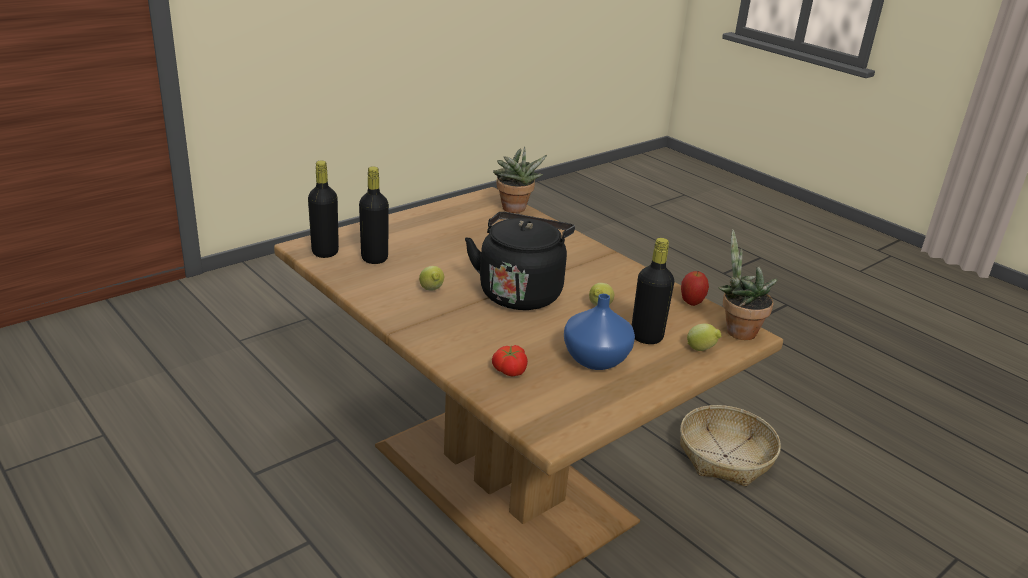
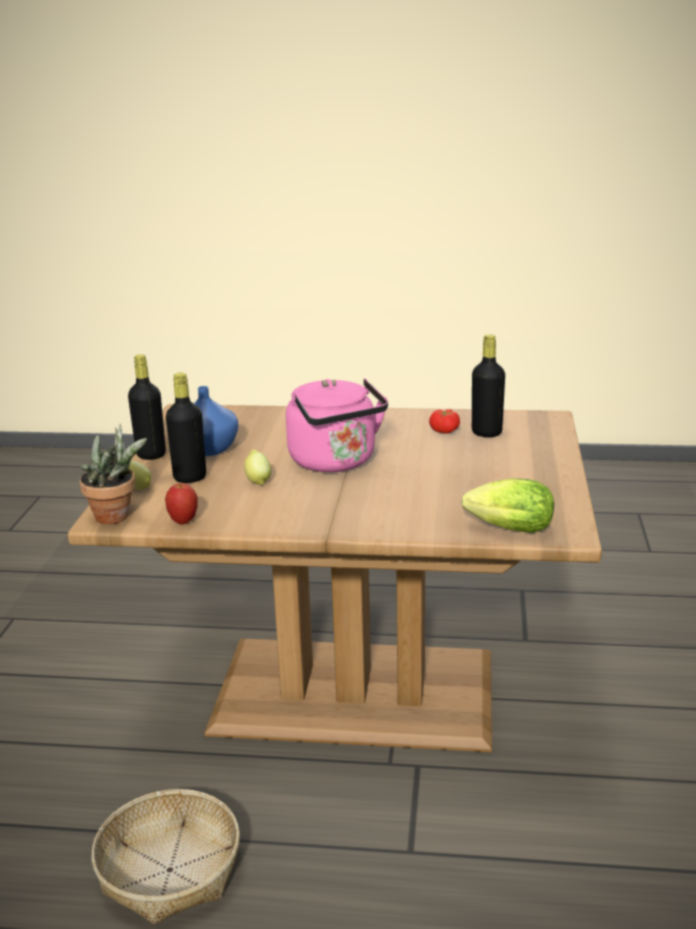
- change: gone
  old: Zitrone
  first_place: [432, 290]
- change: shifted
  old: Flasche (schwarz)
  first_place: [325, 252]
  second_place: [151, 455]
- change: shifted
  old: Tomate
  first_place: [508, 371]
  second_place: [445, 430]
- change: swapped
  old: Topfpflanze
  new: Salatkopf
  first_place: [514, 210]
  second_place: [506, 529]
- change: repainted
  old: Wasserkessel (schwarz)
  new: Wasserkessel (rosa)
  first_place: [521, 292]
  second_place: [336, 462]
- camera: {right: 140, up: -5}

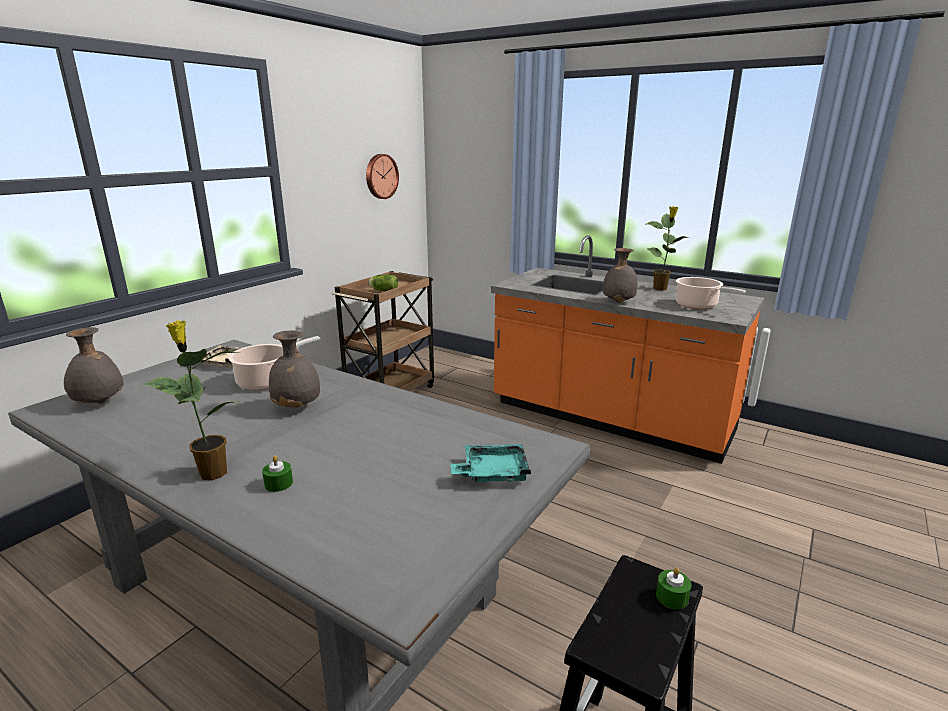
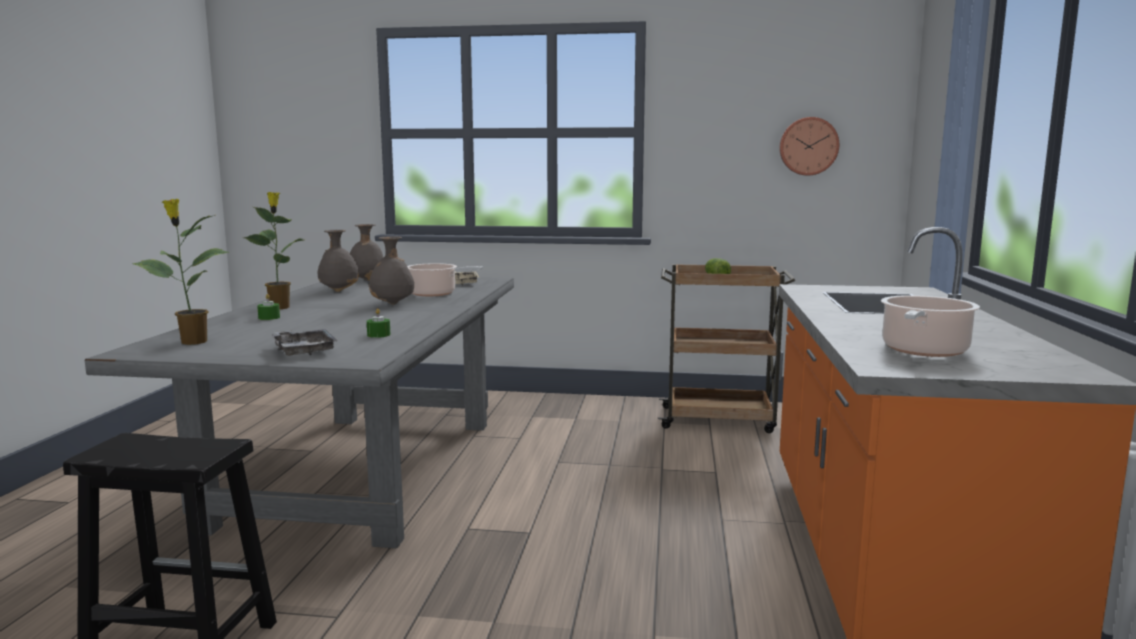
- change: shifted
  old: Vase (grau)
  first_place: [617, 302]
  second_place: [339, 291]
- change: shifted
  old: Topfpflanze
  first_place: [660, 289]
  second_place: [192, 342]
- change: shifted
  old: Kerze (grün)
  first_place: [672, 597]
  second_place: [378, 335]
- change: repainted
  old: Tablett (türkis)
  new: Tablett (grau)
  first_place: [492, 472]
  second_place: [303, 351]
- camera: {right: 65, up: -10}

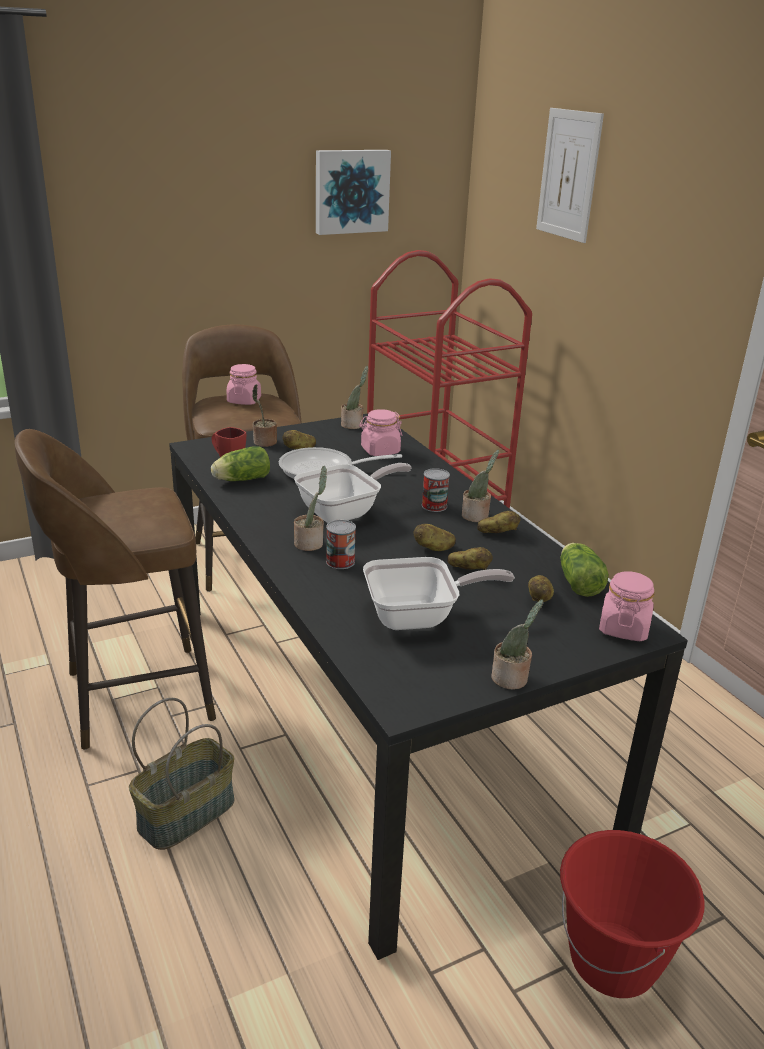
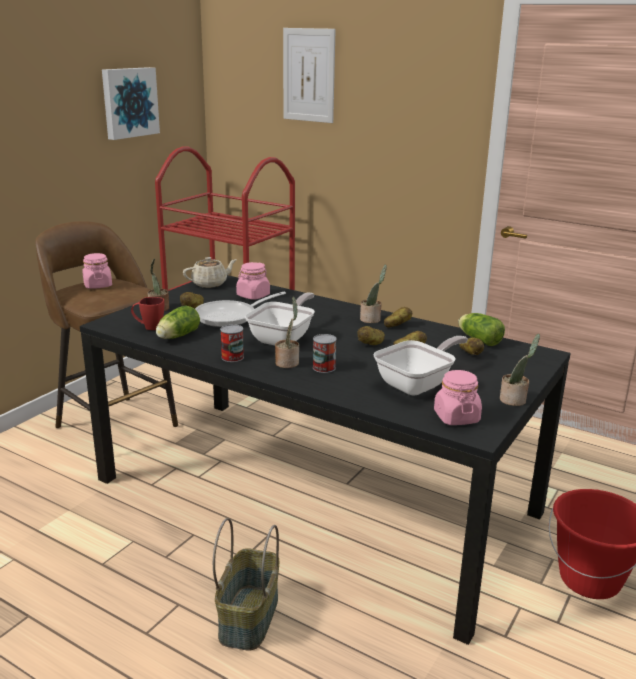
- change: gone
  old: Hocker (braun)
  first_place: [134, 697]
- change: shifted
  old: Dose
  first_place: [434, 506]
  second_place: [232, 357]
- change: shifted
  old: Vorratsglas (rosa)
  first_place: [623, 628]
  second_place: [456, 417]
- change: swapped
  old: Topfpflanze
  new: Teekanne (beige)
  first_place: [353, 425]
  second_place: [210, 284]
- camera: {right: -30, up: -5}

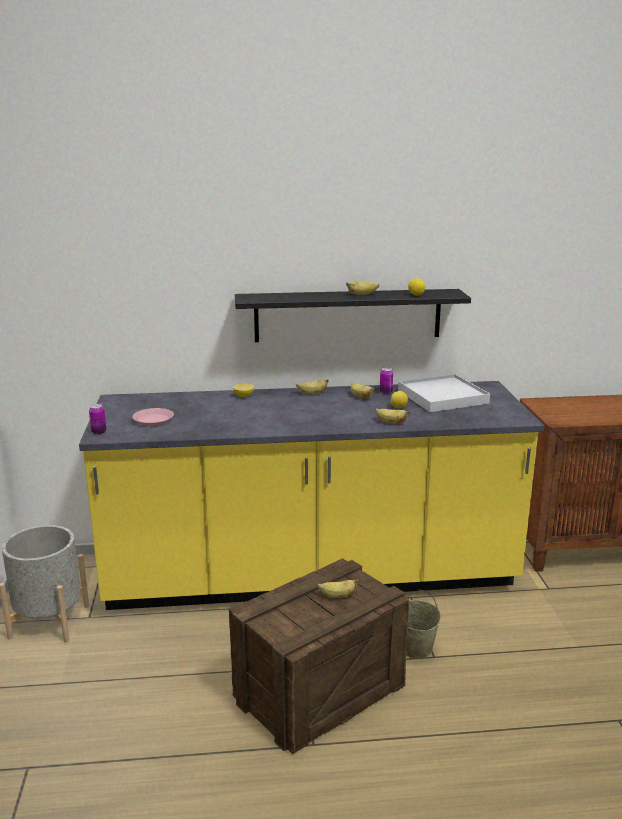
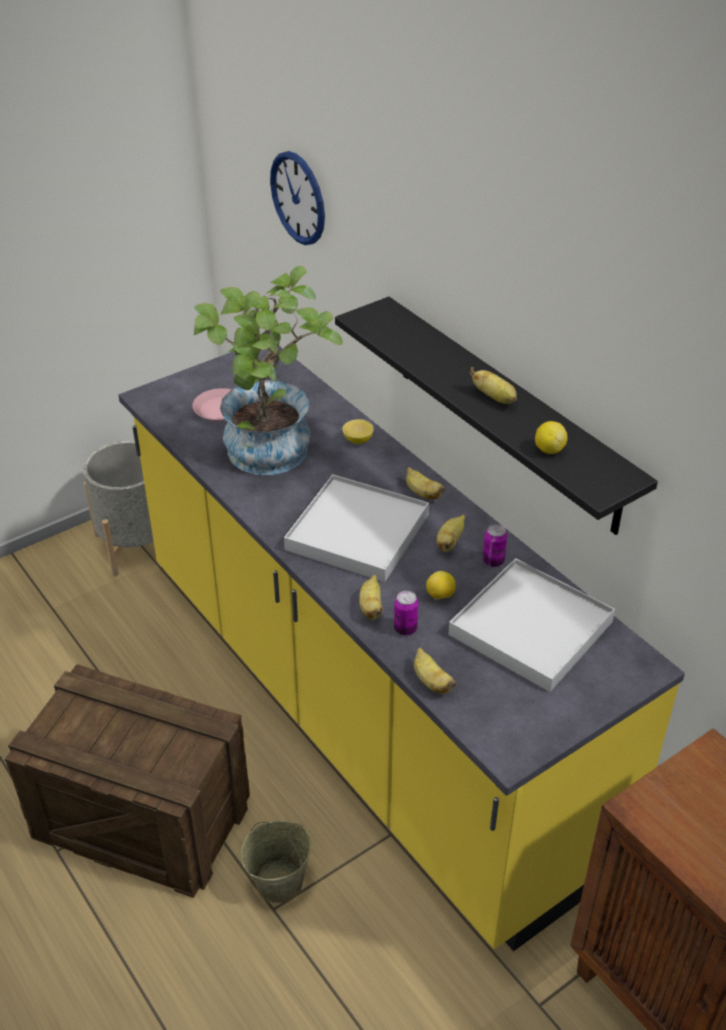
- change: new
  new: Topfpflanze
  second_place: [271, 458]
- change: new
  new: Wanduhr
  second_place: [298, 198]
- change: new
  new: Tablett (weiß)
  second_place: [357, 532]
- change: shifted
  old: Dose
  first_place: [98, 432]
  second_place: [405, 629]
- change: shifted
  old: Banane
  first_place: [337, 596]
  second_place: [431, 681]
- camera: {right: 60, up: 20}

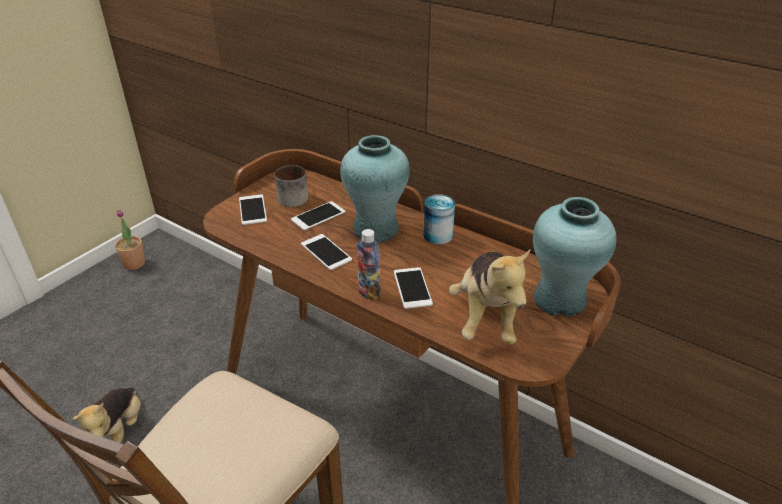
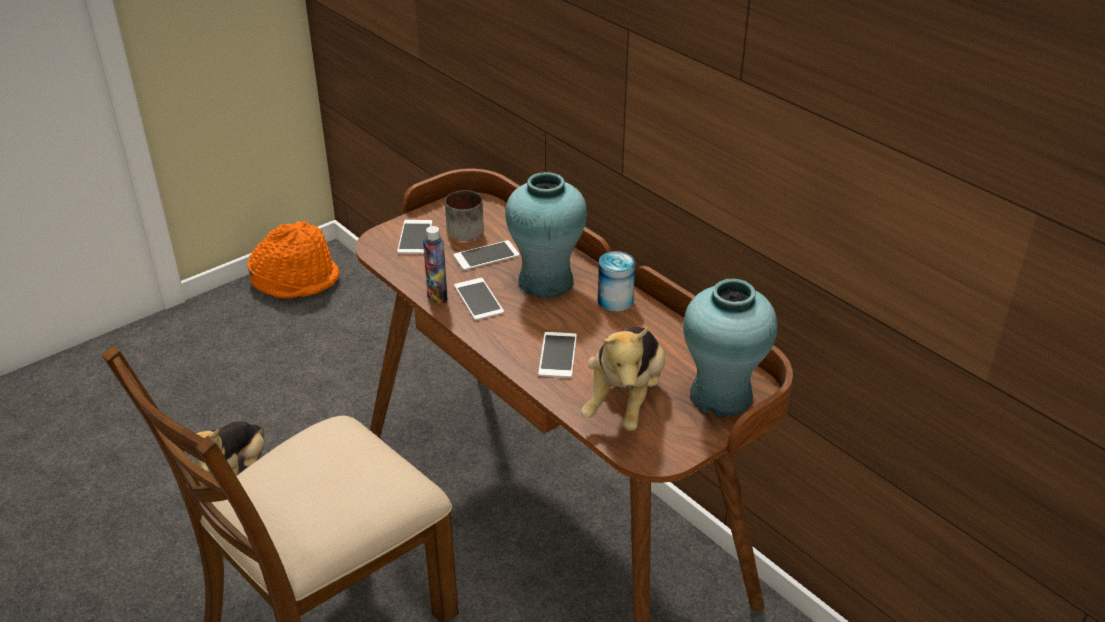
- change: shifted
  old: Flasche
  first_place: [369, 292]
  second_place: [437, 296]
- change: swapped
  old: Topfpflanze
  new: Hut (orange)
  first_place: [134, 263]
  second_place: [296, 279]
- camera: {right: 15, up: 0}

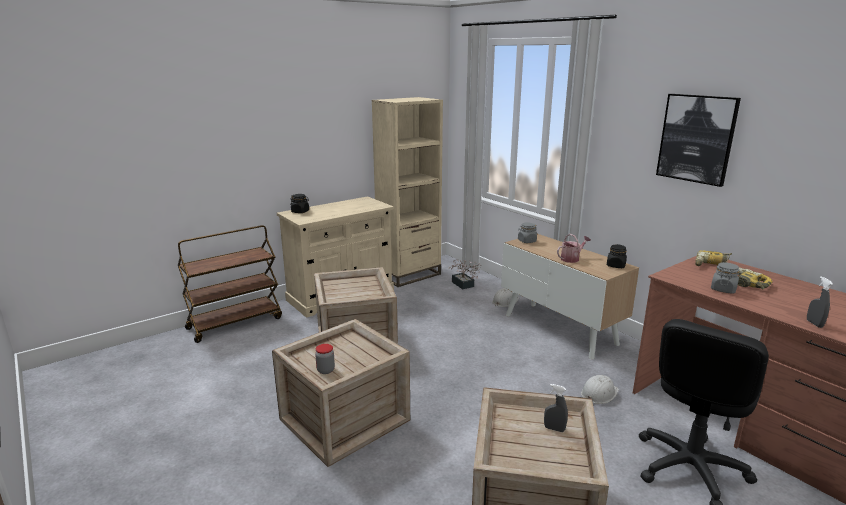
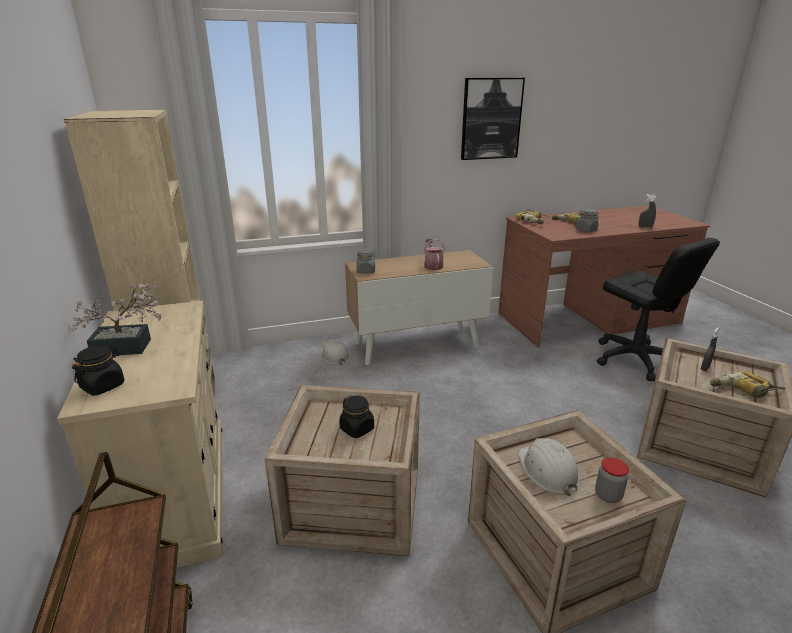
- change: new
  new: Bohrmaschine
  second_place: [743, 391]
- change: shifted
  old: Topfpflanze
  first_place: [464, 285]
  second_place: [128, 347]
- change: shifted
  old: Schutzhelm (weiß)
  first_place: [599, 393]
  second_place: [547, 470]
- change: shifted
  old: Vorratsglas (schwarz)
  first_place: [616, 265]
  second_place: [357, 429]
- camera: {right: -70, up: 5}

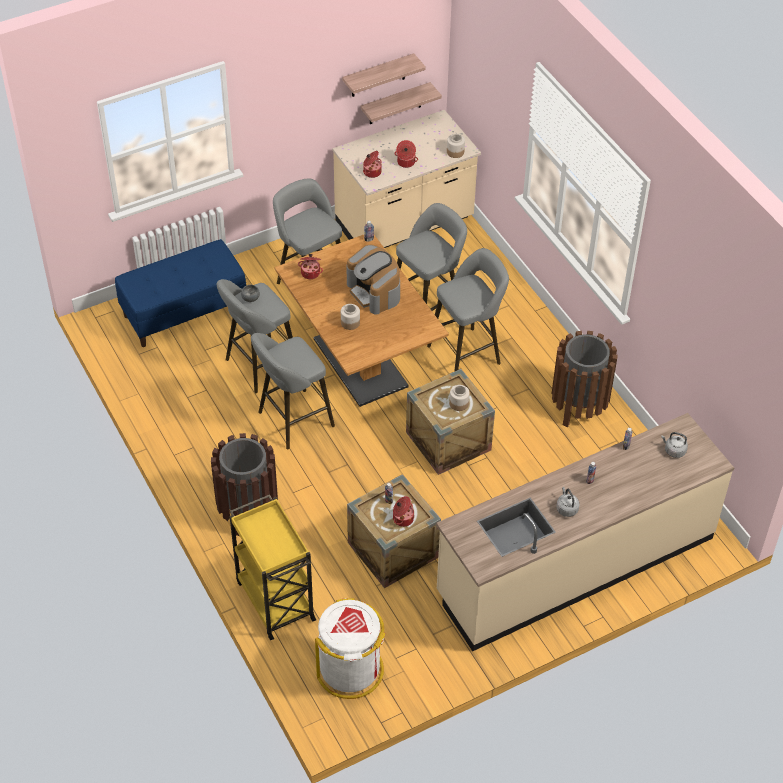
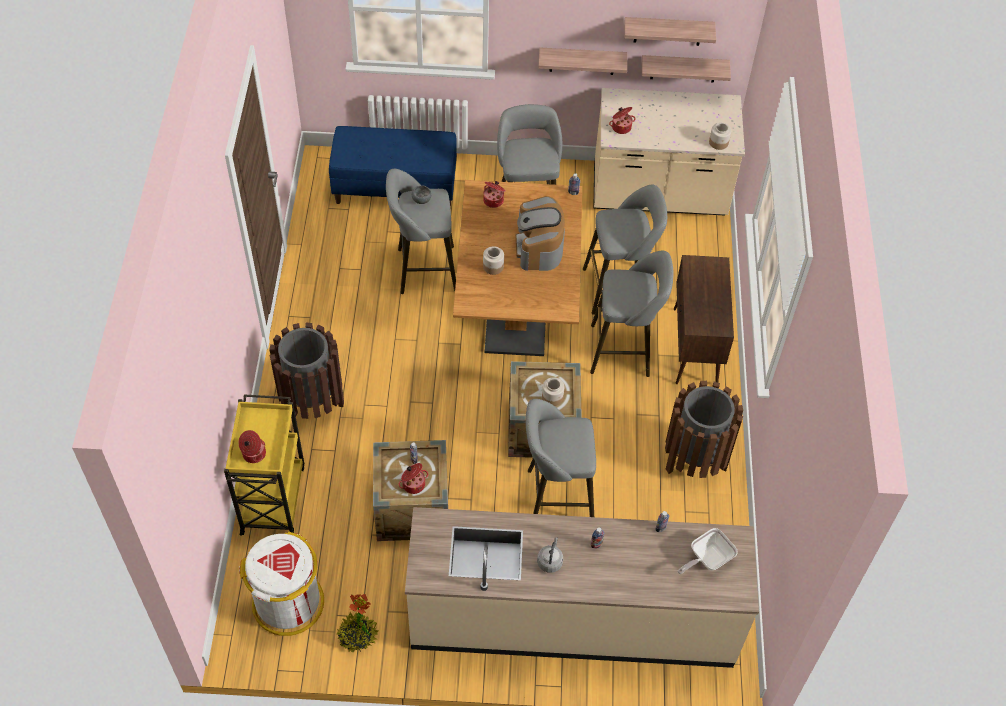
- change: new
  new: Topfpflanze
  second_place: [357, 636]
- change: new
  new: Wandregal
  second_place: [582, 61]
- change: new
  new: Schrank (braun)
  second_place: [695, 347]
- change: shifted
  old: Hocker (grau)
  first_place: [292, 421]
  second_place: [555, 497]
- change: shifted
  old: Kochtopf
  first_place: [405, 162]
  second_place: [253, 454]
- change: swapped
  old: Wasserkessel (grau)
  new: Pfanne
  first_place: [673, 450]
  second_place: [707, 559]
- camera: {right: 30, up: 5}

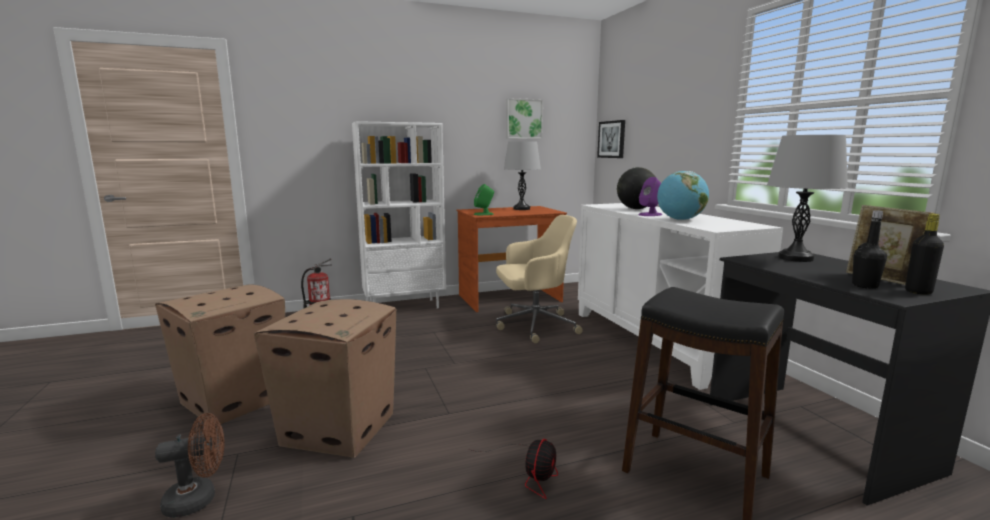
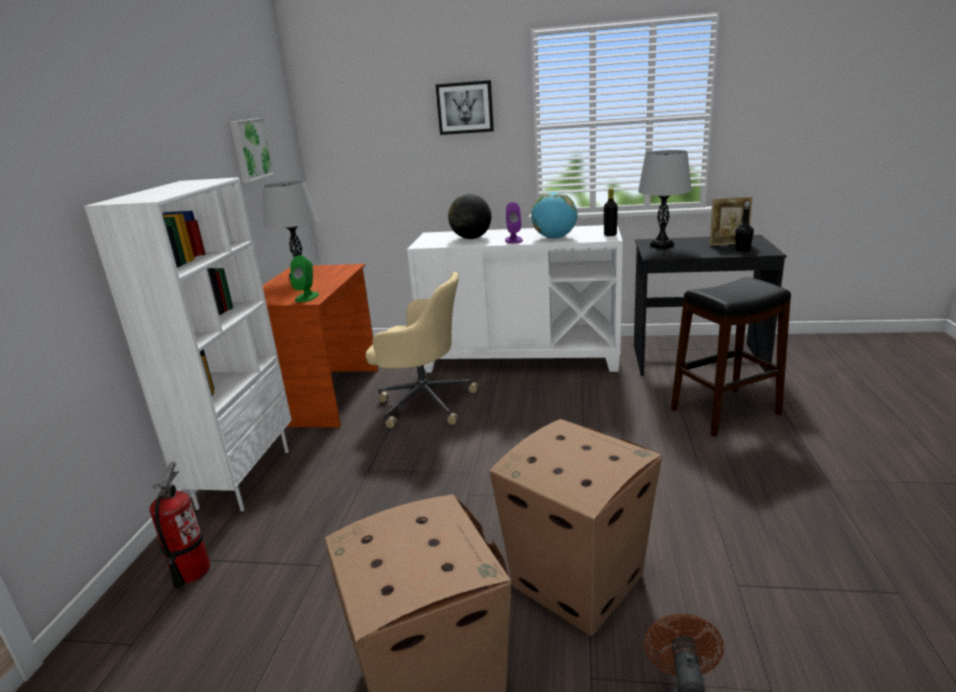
- change: gone
  old: Ventilator
  first_place: [530, 472]
- change: shifted
  old: Bild
  first_place: [612, 139]
  second_place: [465, 108]
- change: shifted
  old: Flasche (schwarz)
  first_place: [918, 292]
  second_place: [610, 235]
- change: rotated
  old: Bürostuhl (beige)
  first_place: [534, 325]
  second_place: [423, 402]
  degrees: 90
- camera: {right: -60, up: 10}

